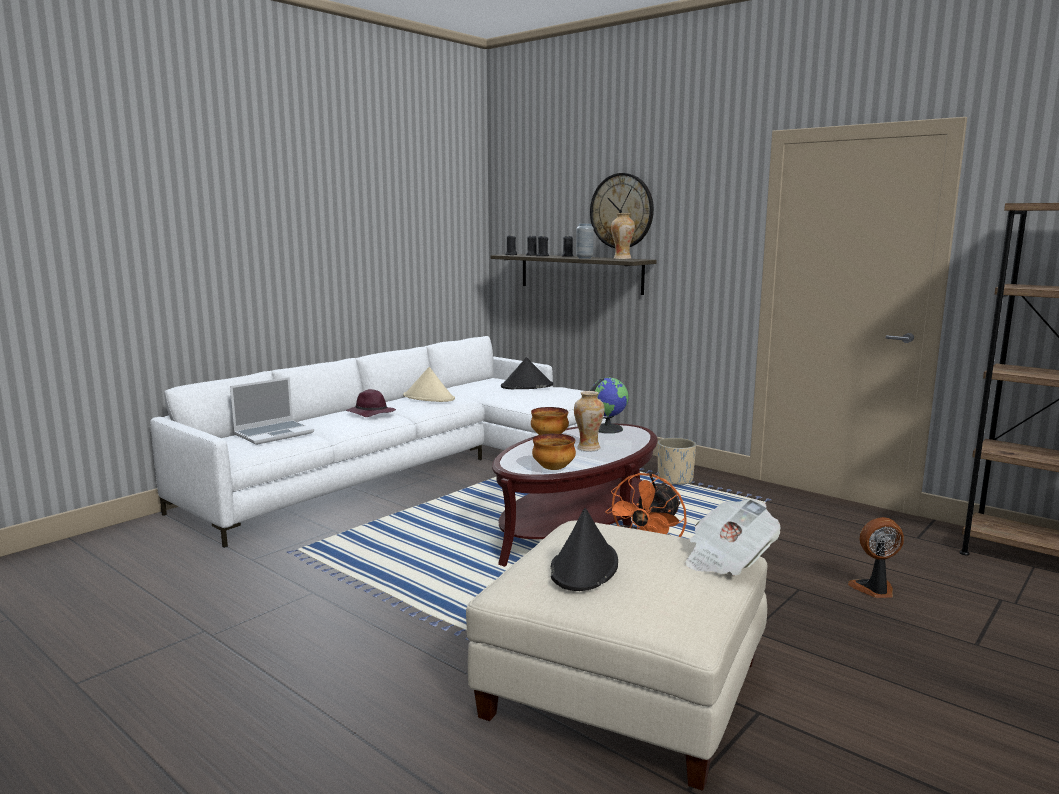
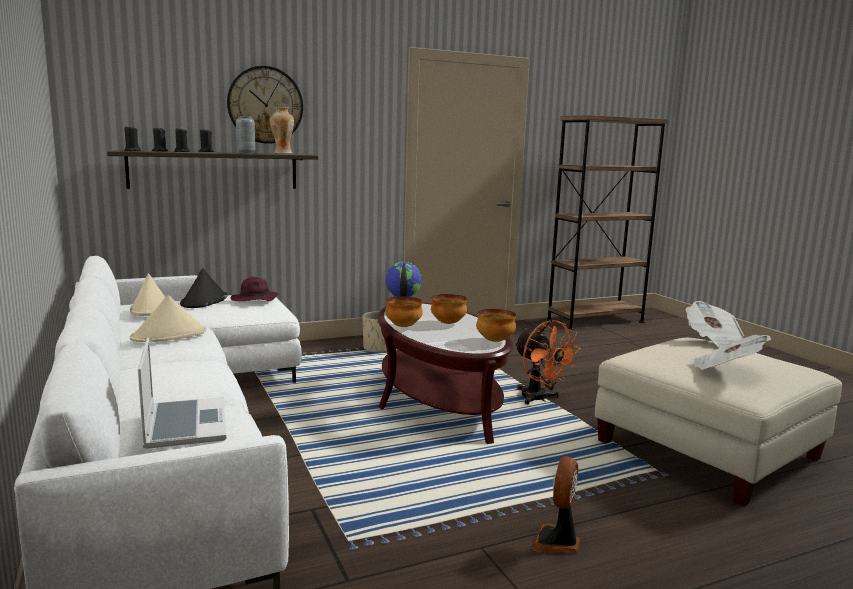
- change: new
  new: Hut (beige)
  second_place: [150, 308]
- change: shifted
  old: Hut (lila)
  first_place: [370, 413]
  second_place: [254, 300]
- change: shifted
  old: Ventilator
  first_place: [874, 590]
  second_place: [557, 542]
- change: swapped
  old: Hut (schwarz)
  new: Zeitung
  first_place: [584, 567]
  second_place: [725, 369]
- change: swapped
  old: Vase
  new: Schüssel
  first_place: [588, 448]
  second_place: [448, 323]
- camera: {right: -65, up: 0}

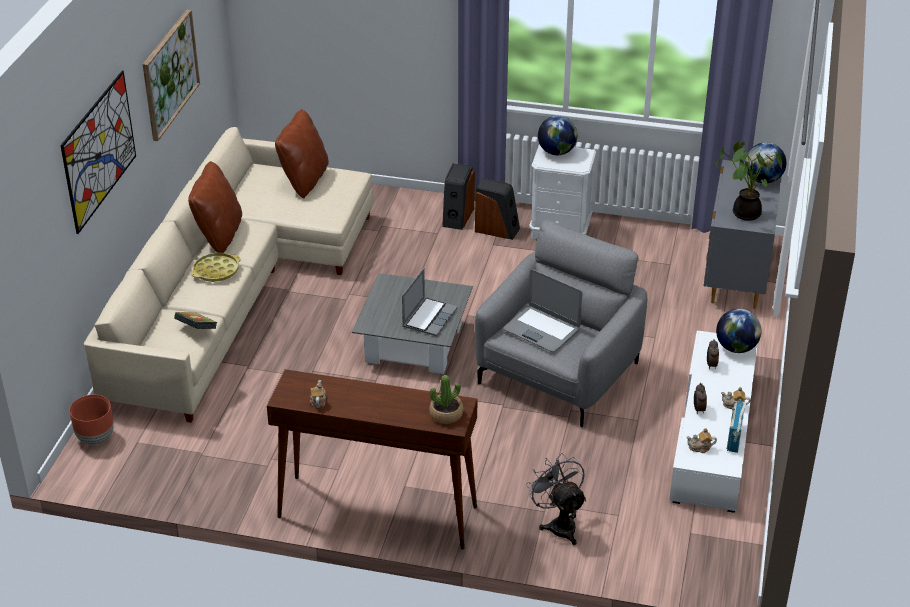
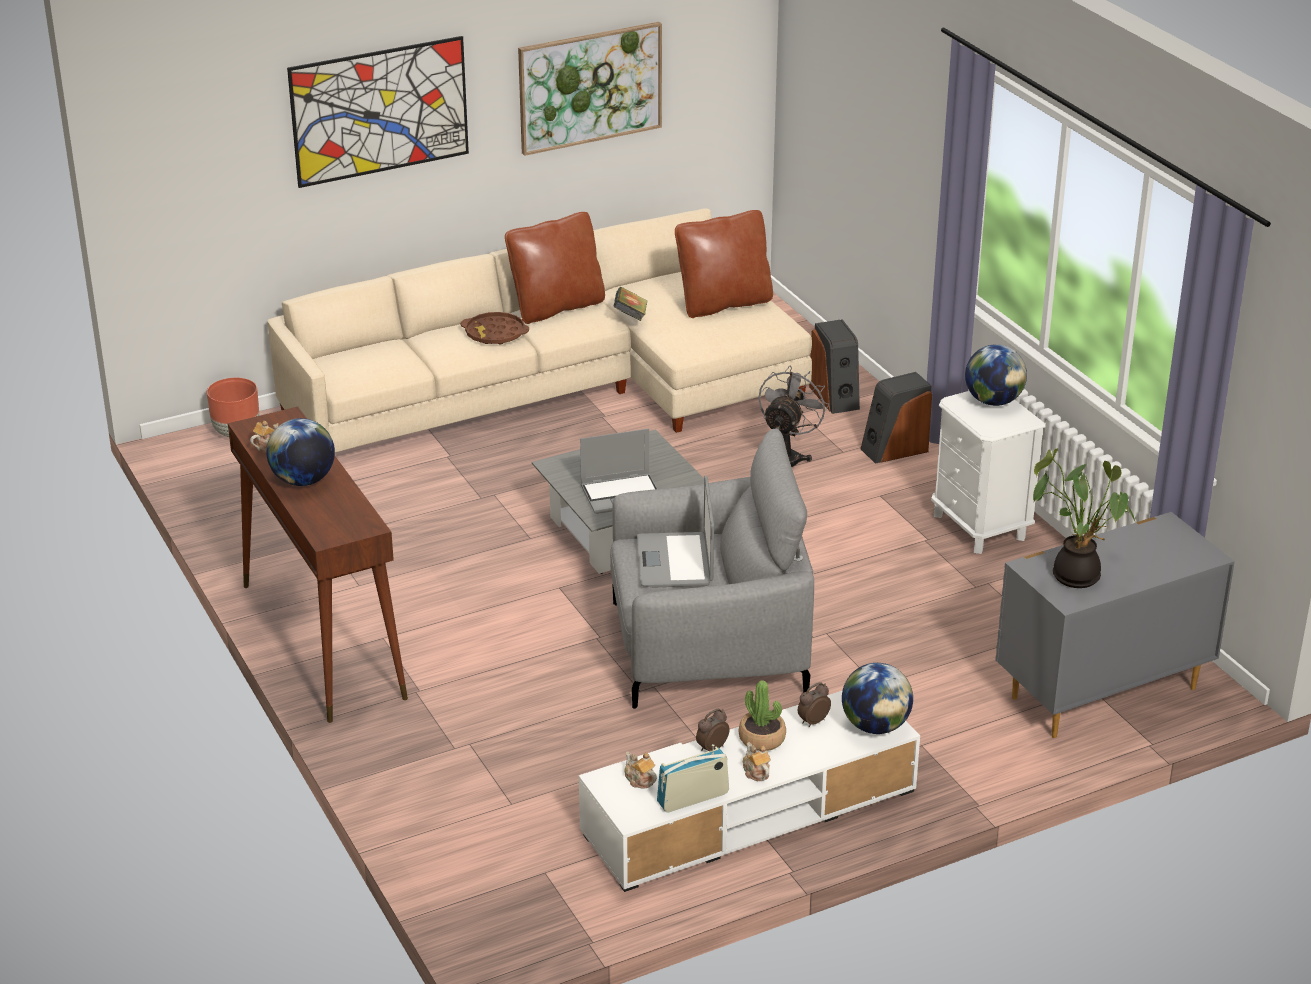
- change: shifted
  old: Buch
  first_place: [197, 330]
  second_place: [630, 317]
- change: shifted
  old: Topfpflanze
  first_place: [446, 414]
  second_place: [762, 738]
- change: shifted
  old: Lautsprecher
  first_place: [497, 229]
  second_place: [835, 397]
- change: shifted
  old: Ventilator (grau)
  first_place: [559, 524]
  second_place: [787, 457]
- change: shifted
  old: Globus
  first_place: [763, 180]
  second_place: [303, 480]
- change: repainted
  old: Tablett (gelb)
  new: Tablett (braun)
  first_place: [216, 271]
  second_place: [495, 334]
- camera: {right: 50, up: -5}

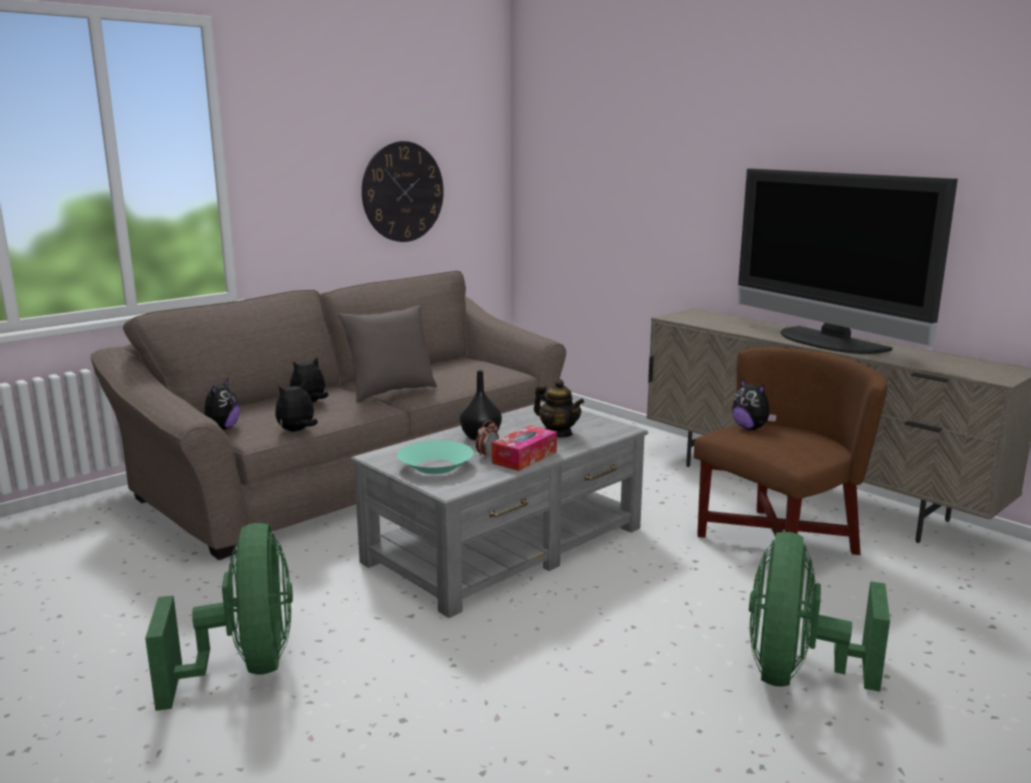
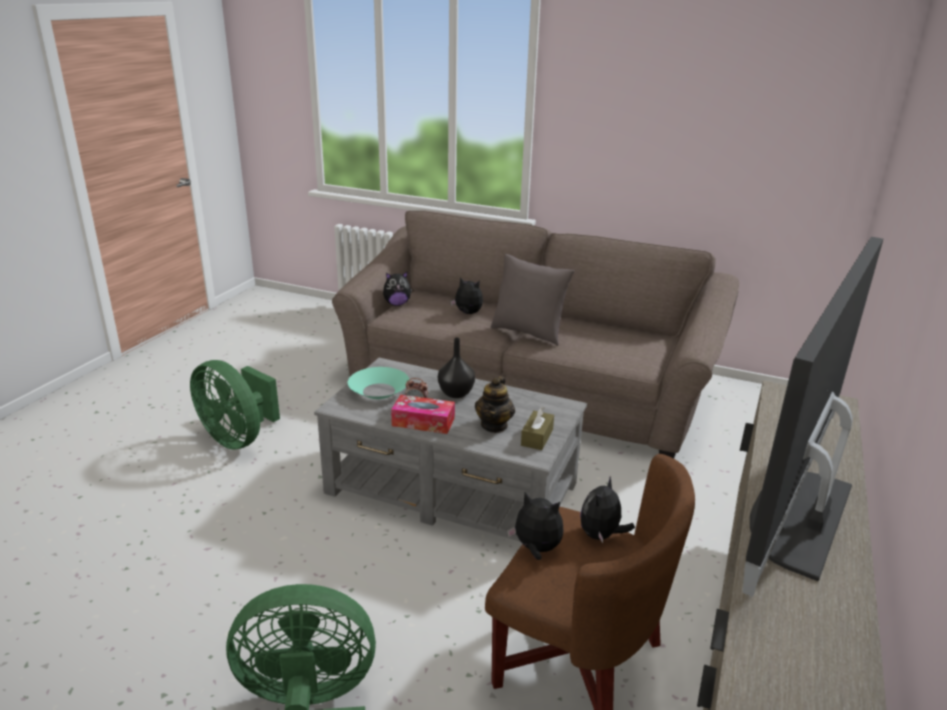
- change: gone
  old: Wanduhr
  first_place: [403, 192]
- change: new
  new: Taschentuchbox (braun)
  second_place: [537, 437]
- change: shifted
  old: Plüschtier
  first_place: [297, 431]
  second_place: [536, 549]
- change: rotated
  old: Ventilator (grün)
  first_place: [245, 667]
  second_place: [238, 438]
  degrees: 75
- camera: {right: 65, up: 10}

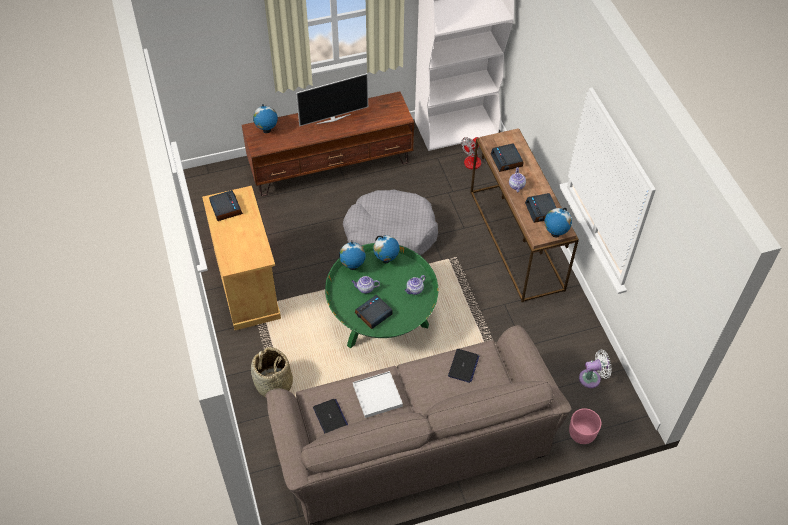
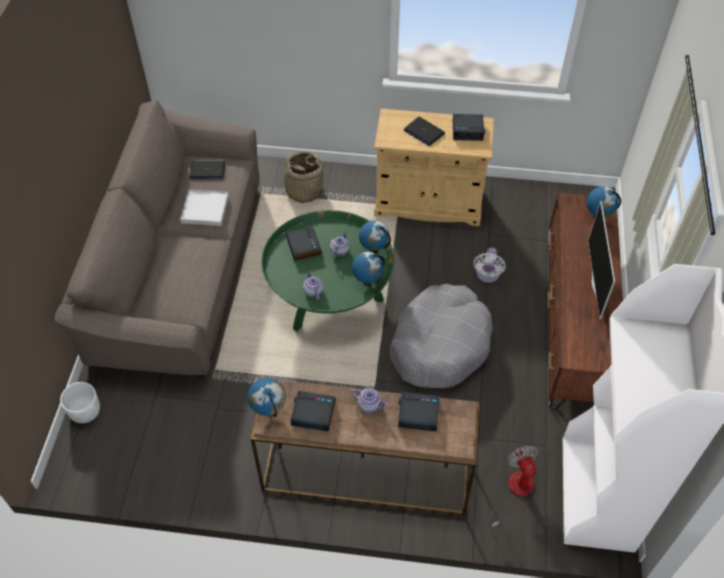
- change: shifted
  old: Laptop
  first_place: [463, 366]
  second_place: [423, 132]
- change: shifted
  old: Ventilator (weiß)
  first_place: [592, 378]
  second_place: [487, 275]
- change: repainted
  old: Pflanzkübel (rosa)
  new: Pflanzkübel (weiß)
  first_place: [581, 434]
  second_place: [85, 411]
- camera: {right: 115, up: 0}

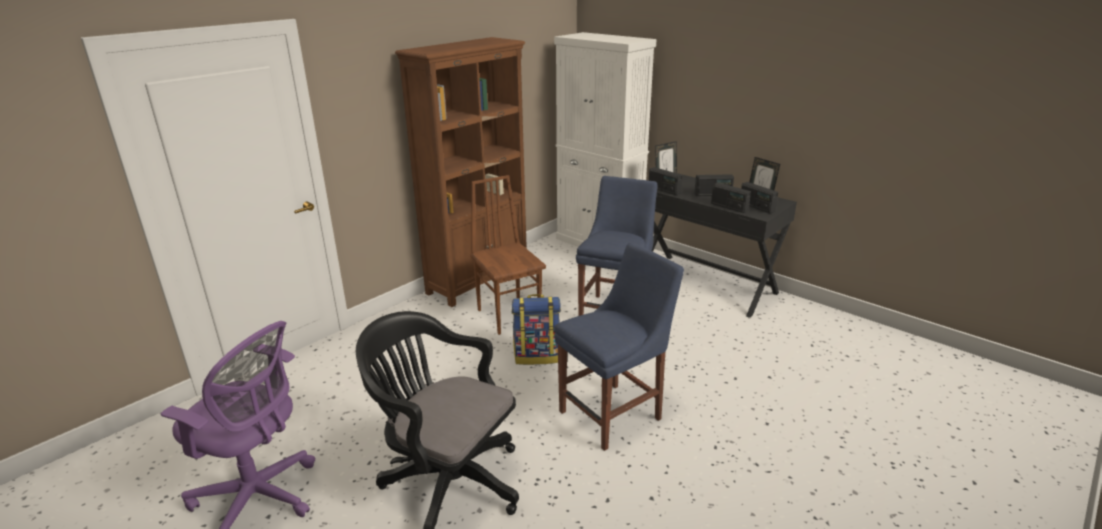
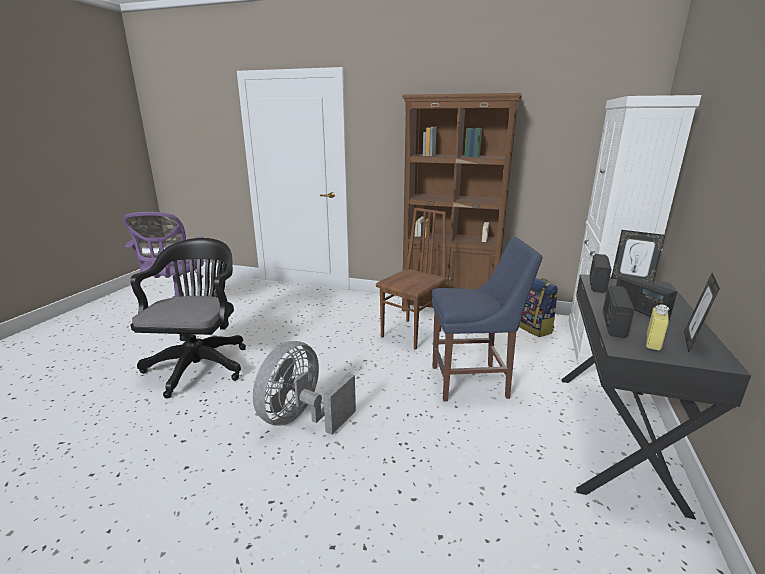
- change: shifted
  old: Rucksack
  first_place: [537, 356]
  second_place: [534, 328]
- change: swapped
  old: Stuhl (blau)
  new: Ventilator (grau)
  first_place: [614, 413]
  second_place: [302, 419]
- change: swapped
  old: Radio
  new: Flasche (gelb)
  first_place: [756, 207]
  second_place: [653, 342]
- camera: {right: 65, up: -5}

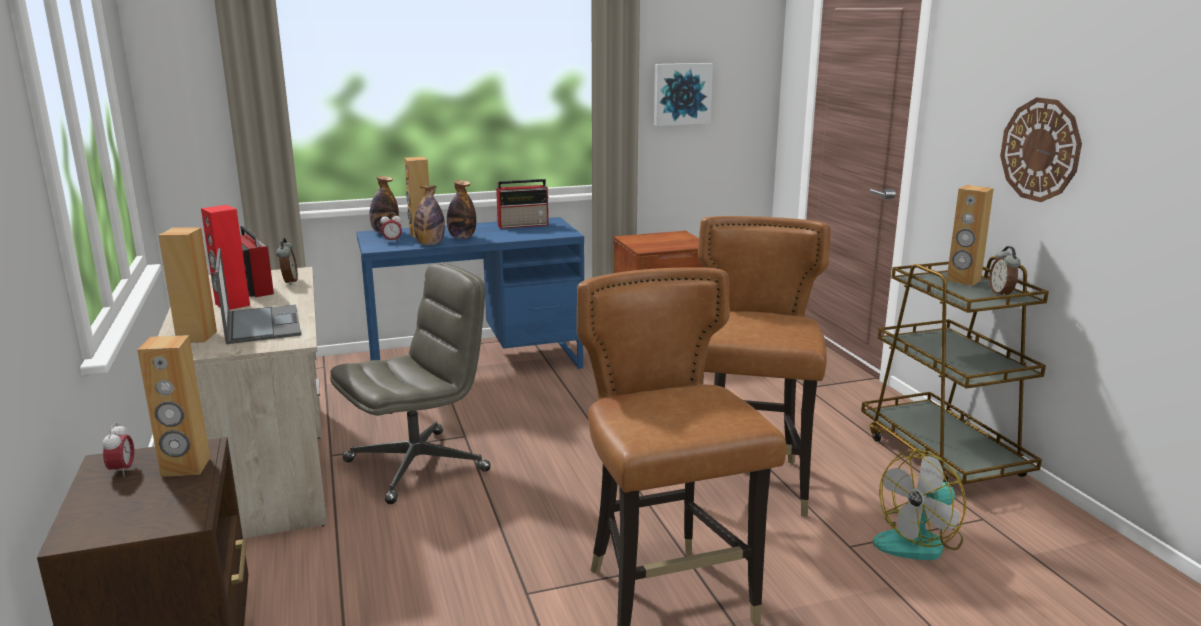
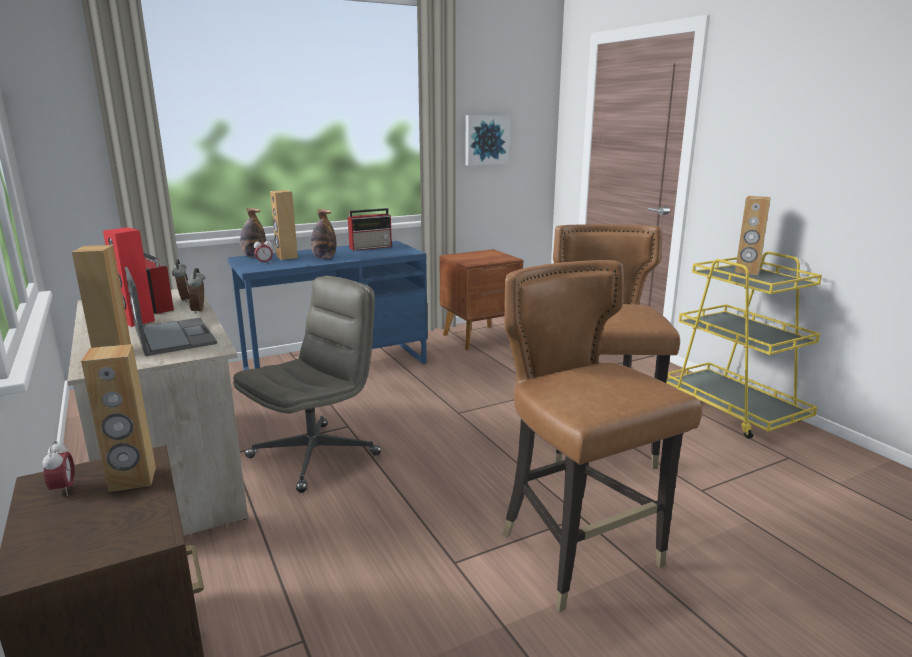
- change: gone
  old: Flasche
  first_place: [430, 244]
- change: gone
  old: Ventilator
  first_place: [919, 541]
- change: gone
  old: Wanduhr
  first_place: [1040, 149]
- change: shifted
  old: Wecker
  first_place: [1001, 294]
  second_place: [200, 310]
- change: repainted
  old: Rollwagen (braun)
  new: Rollwagen (gelb)
  first_place: [942, 455]
  second_place: [733, 410]
- camera: {right: -10, up: 0}

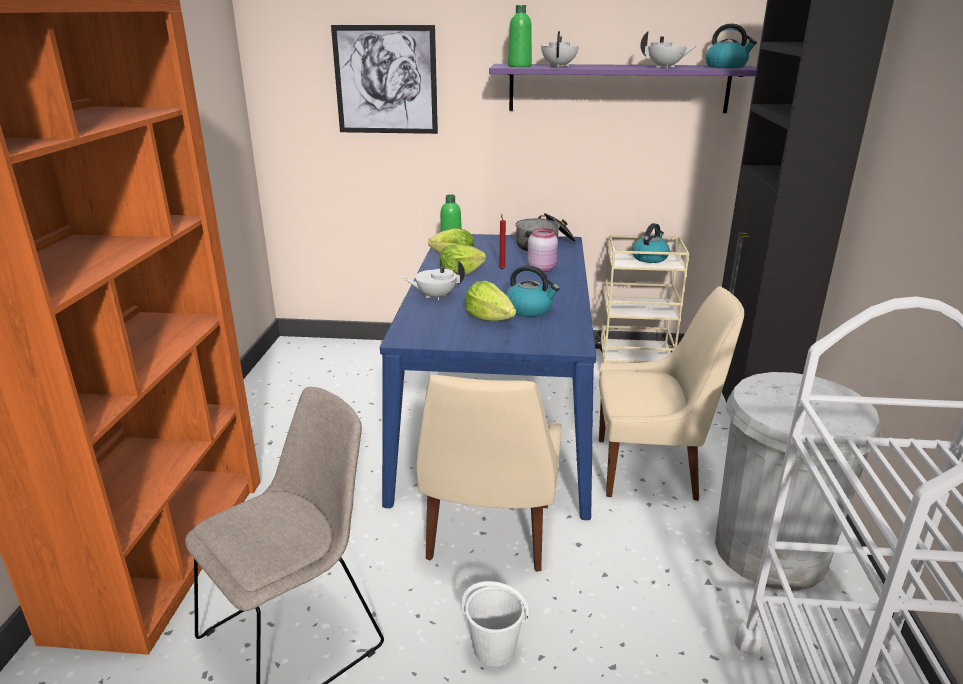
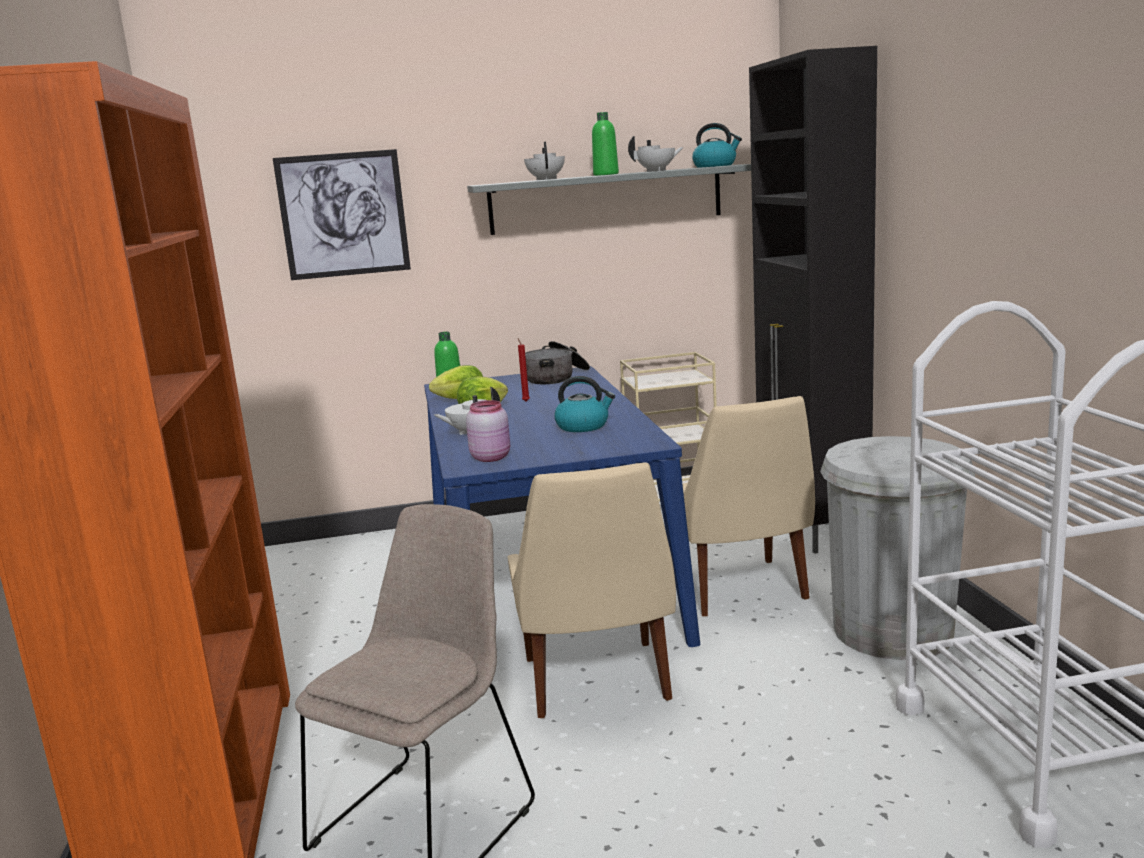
- change: gone
  old: Eimer (weiß)
  first_place: [495, 649]
- change: gone
  old: Salatkopf
  first_place: [489, 318]
- change: gone
  old: Wasserkessel
  first_place: [649, 258]
- change: shifted
  old: Flasche (grün)
  first_place: [519, 66]
  second_place: [606, 174]
- change: shifted
  old: Vorratsglas (rosa)
  first_place: [542, 268]
  second_place: [491, 457]
- change: repainted
  old: Wandregal (lila)
  new: Wandregal (grau)
  first_place: [618, 88]
  second_place: [606, 200]
- change: rotated
  old: Stuhl (beige)
  first_place: [651, 469]
  second_place: [740, 590]
  degrees: 90
- camera: {right: -15, up: -10}

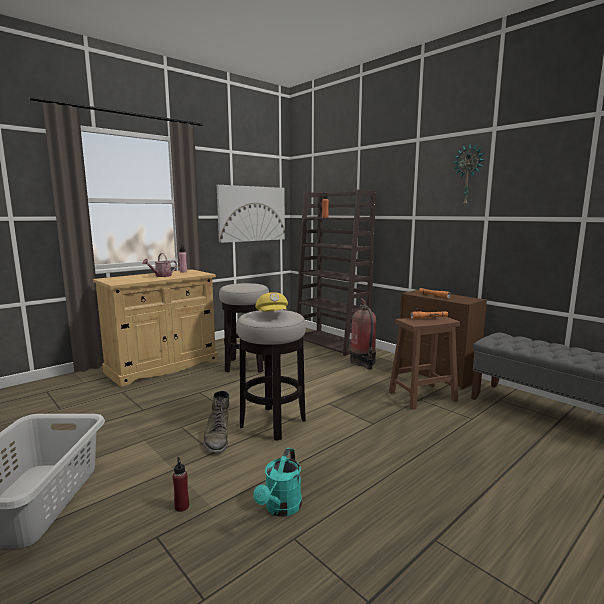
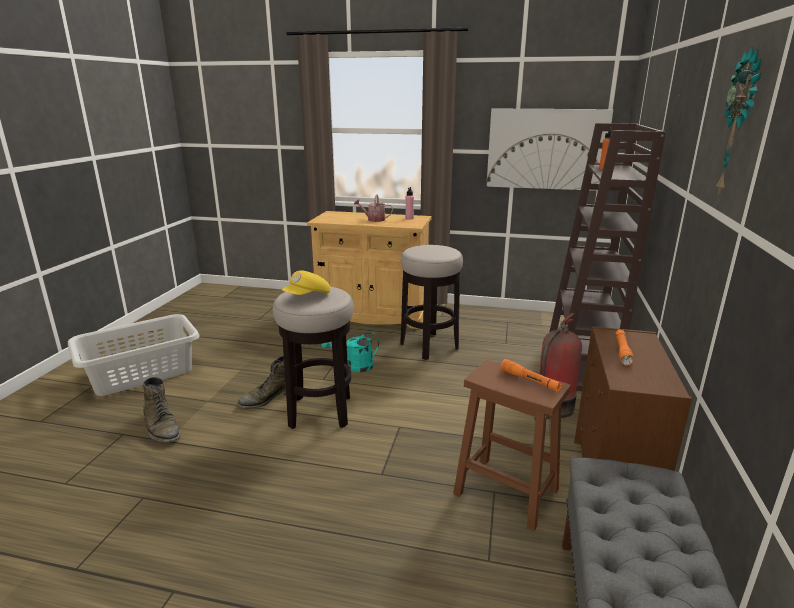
- change: shifted
  old: Gießkanne (türkis)
  first_place: [281, 508]
  second_place: [354, 366]
- change: swapped
  old: Flasche (rot)
  new: Stiefel (grün)
  first_place: [182, 506]
  second_place: [161, 427]
- camera: {right: 55, up: 10}

